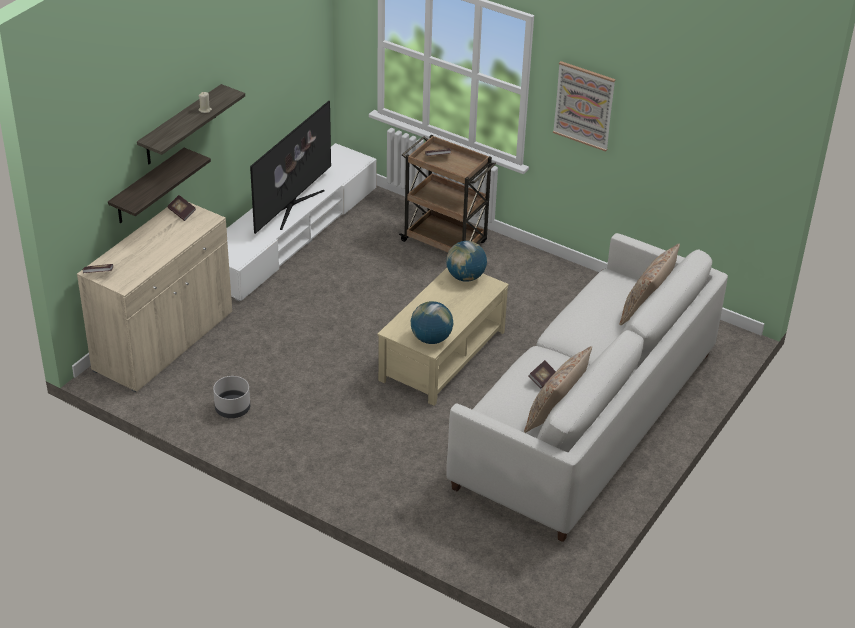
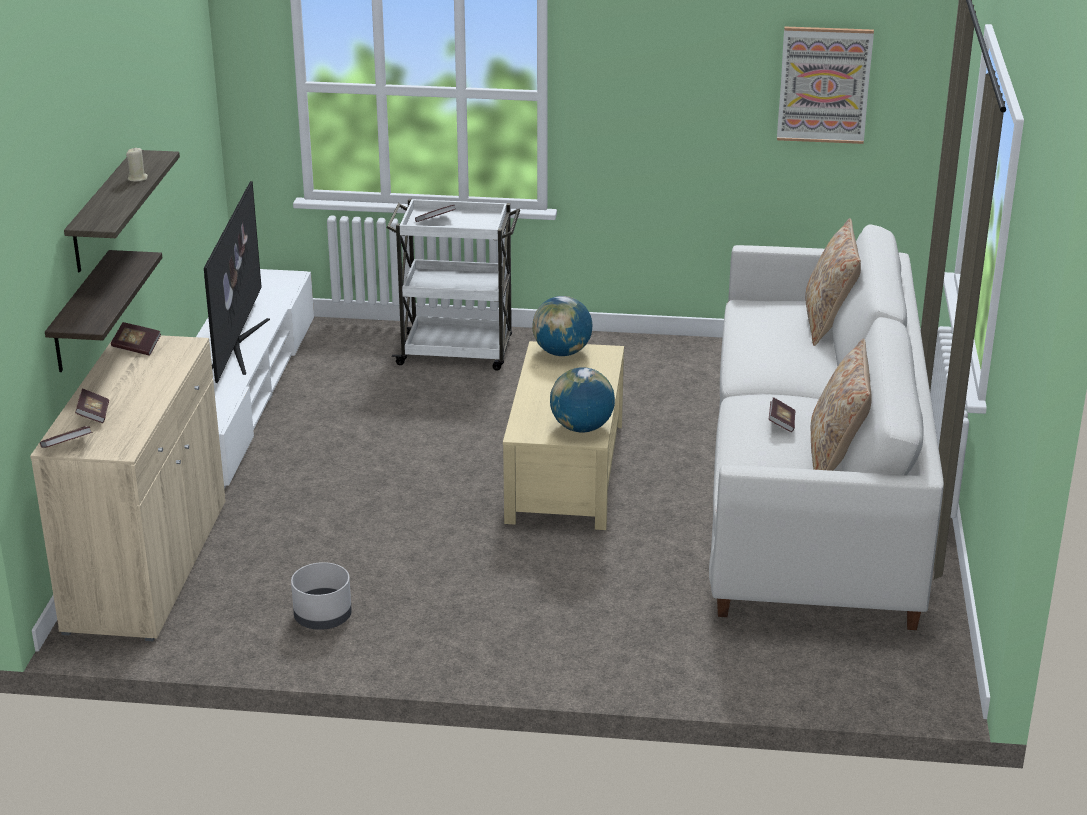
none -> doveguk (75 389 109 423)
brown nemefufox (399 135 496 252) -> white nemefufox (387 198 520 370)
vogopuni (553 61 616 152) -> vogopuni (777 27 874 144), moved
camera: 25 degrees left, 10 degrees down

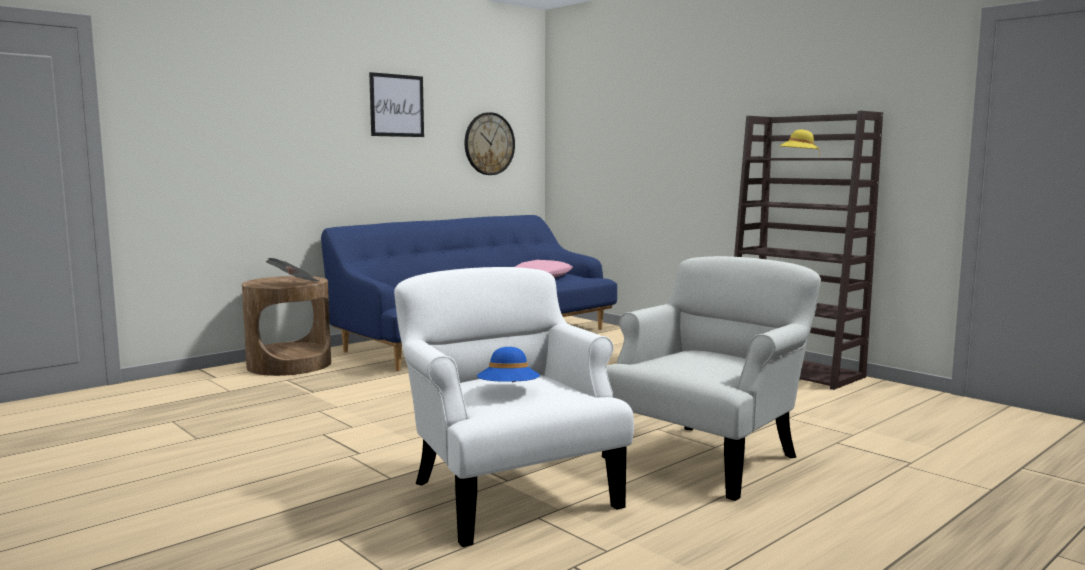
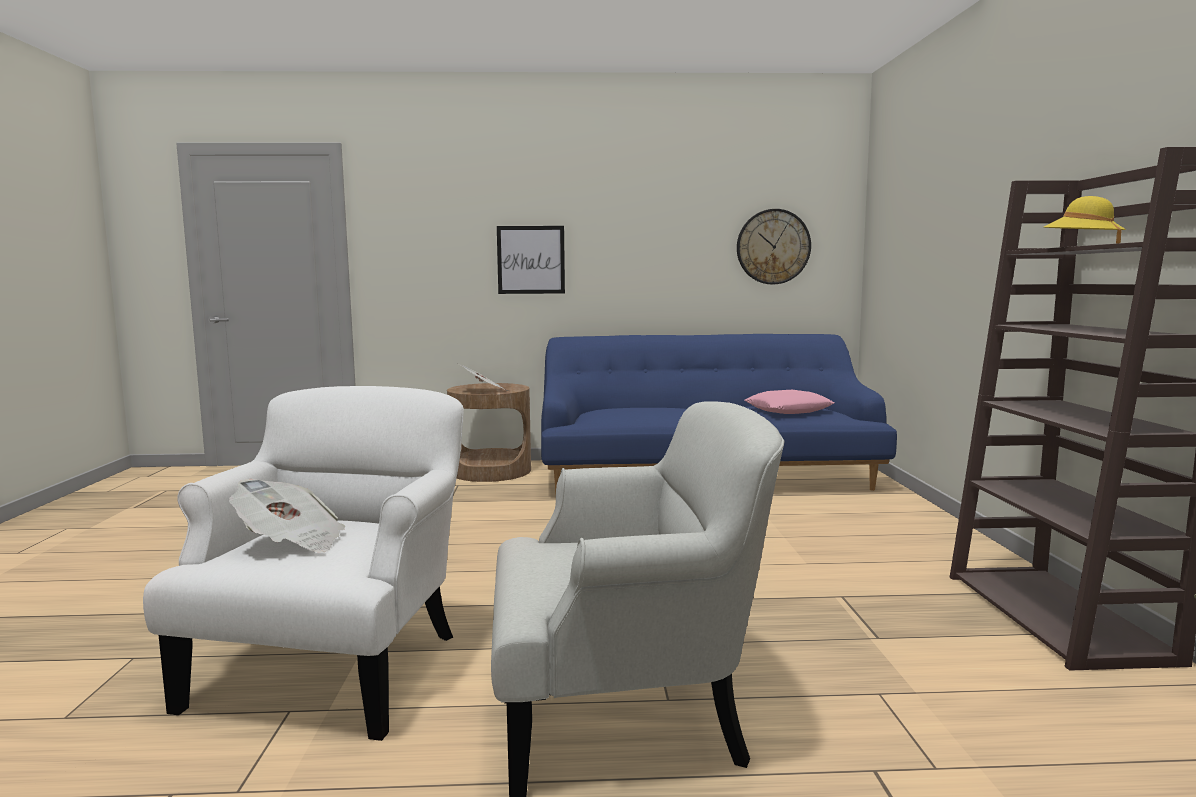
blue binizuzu (477 347 540 383) -> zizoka (229 479 346 552)
vogopuni (369 72 424 137) -> vogopuni (497 226 565 294), moved
camera: 40 degrees right, 0 degrees up

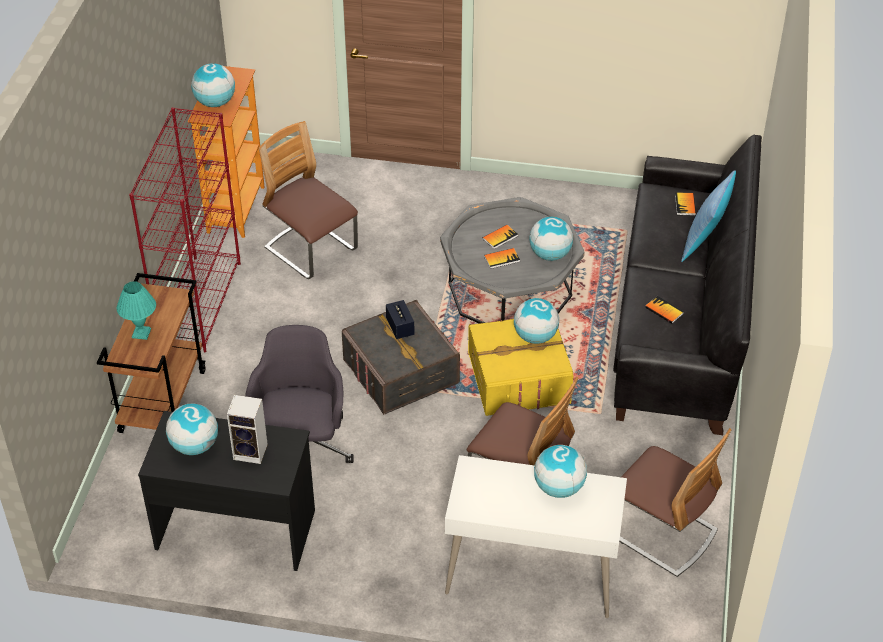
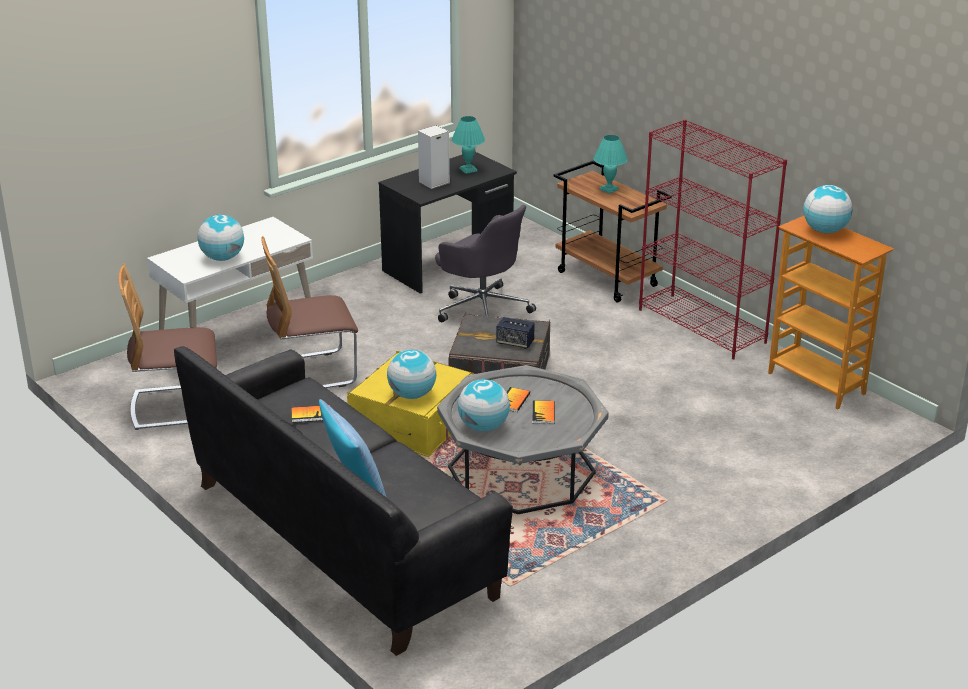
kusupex (166 403 218 455) -> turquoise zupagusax (452 116 485 174)
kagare (259 121 358 279) -> none
doveguk (675 192 696 216) -> none
camera: 130 degrees right, 15 degrees down

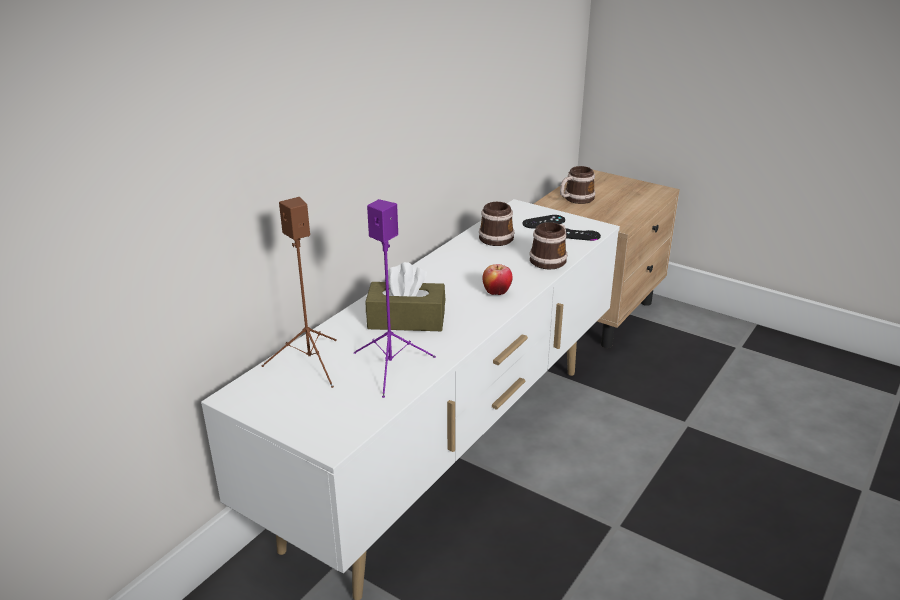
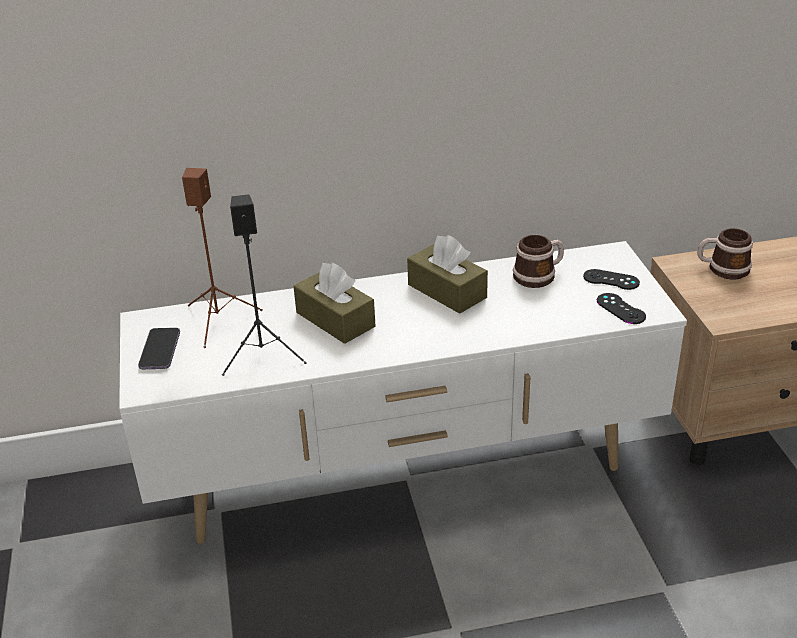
none -> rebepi (138 328 180 369)
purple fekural (354 199 436 398) -> black fekural (222 194 307 376)
none -> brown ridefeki (407 235 488 314)
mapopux (483 264 513 295) -> none
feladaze (529 222 567 269) -> none
camera: 45 degrees right, 5 degrees up

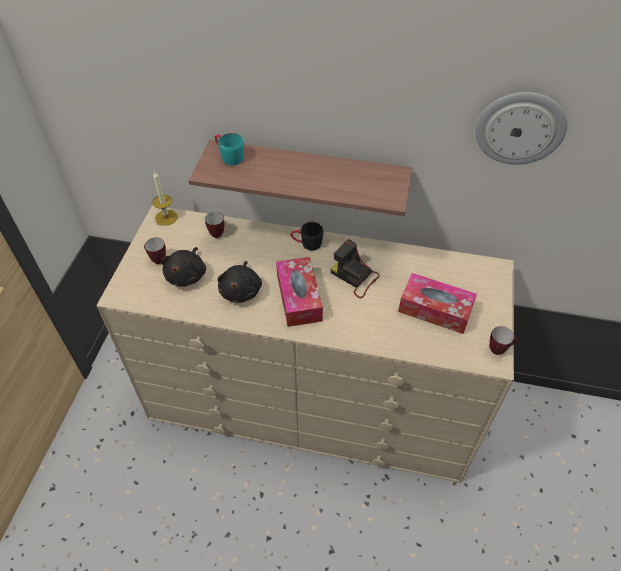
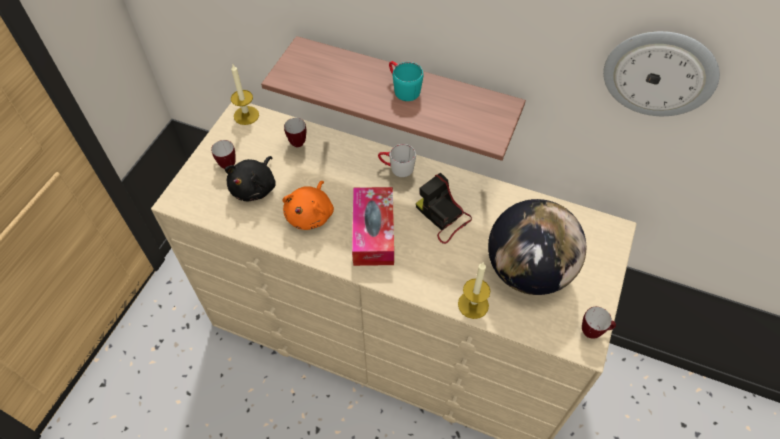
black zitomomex (218 261 262 303) -> orange zitomomex (283 181 334 230)
black feladaze (290 222 324 250) -> white feladaze (378 144 416 177)
turquoise feladaze (215 133 244 165) -> turquoise feladaze (389 61 423 101), moved
none -> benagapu (458 262 490 319)
ridefeki (398 273 477 334) -> kusupex (488 199 586 295)
camera: 10 degrees right, 5 degrees up

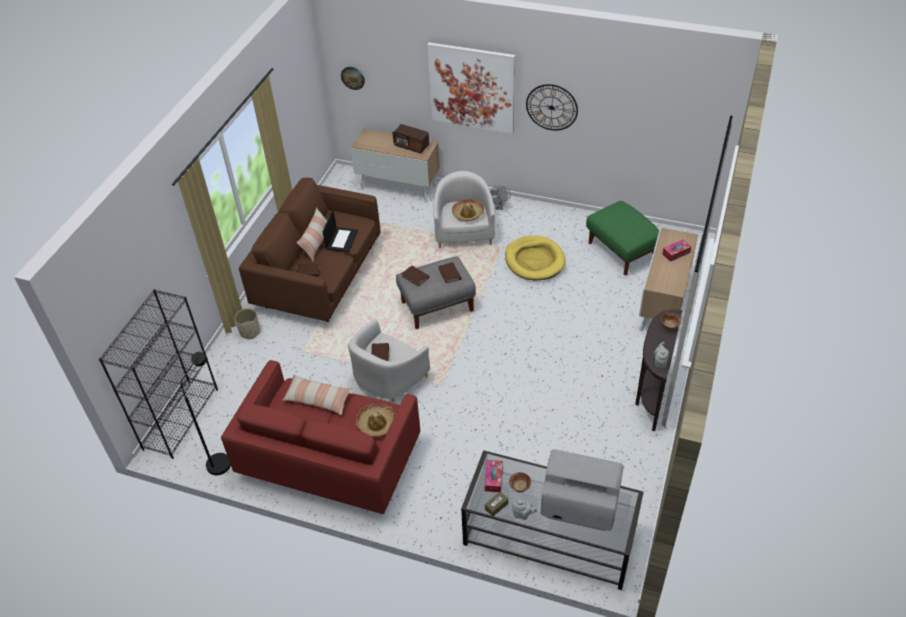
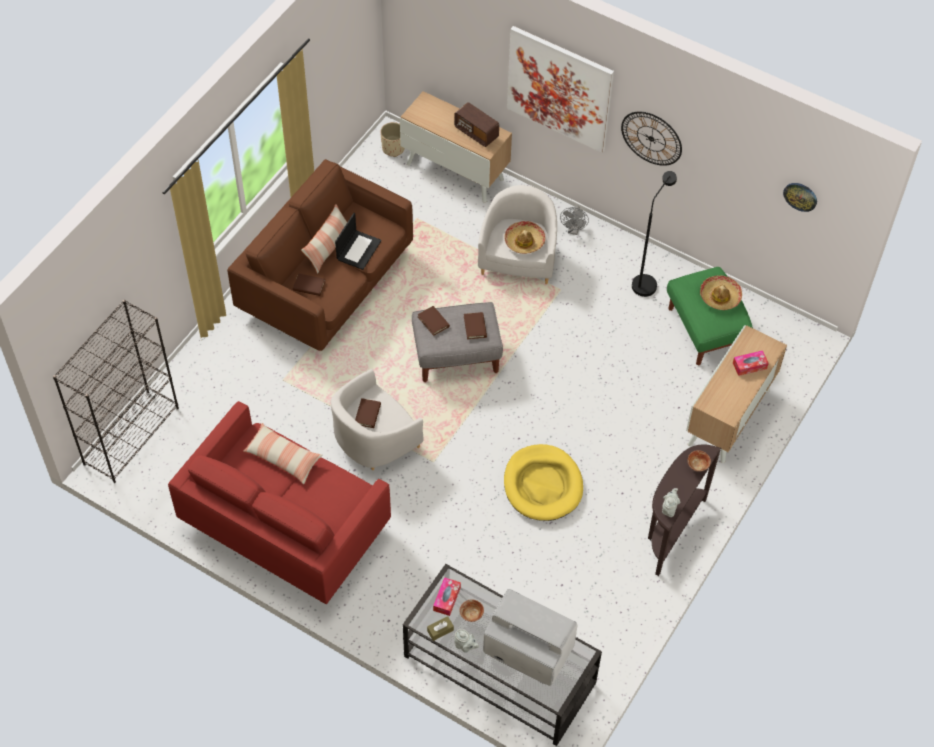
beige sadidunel (234 308 260 339) -> beige sadidunel (380 122 405 157), moved
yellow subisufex (505 236 566 280) -> yellow subisufex (504 444 583 521), moved
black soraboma (180 352 231 475) -> black soraboma (632 171 677 297), moved
binizuzu (356 403 396 436) -> binizuzu (700 275 742 310), moved
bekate (341 67 365 90) -> bekate (783 183 817 212), moved
camera: 10 degrees right, 10 degrees up

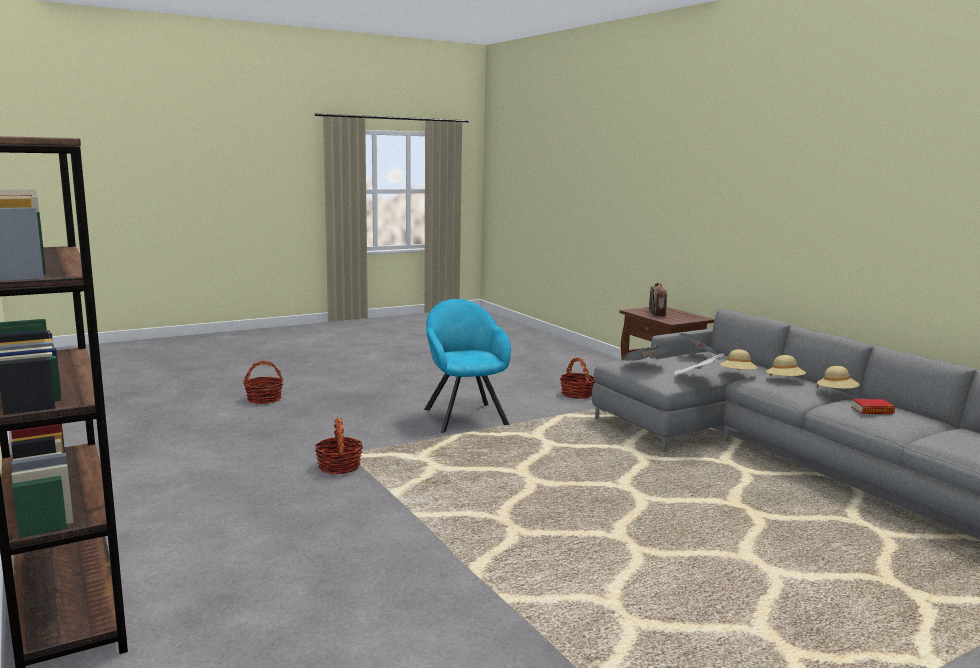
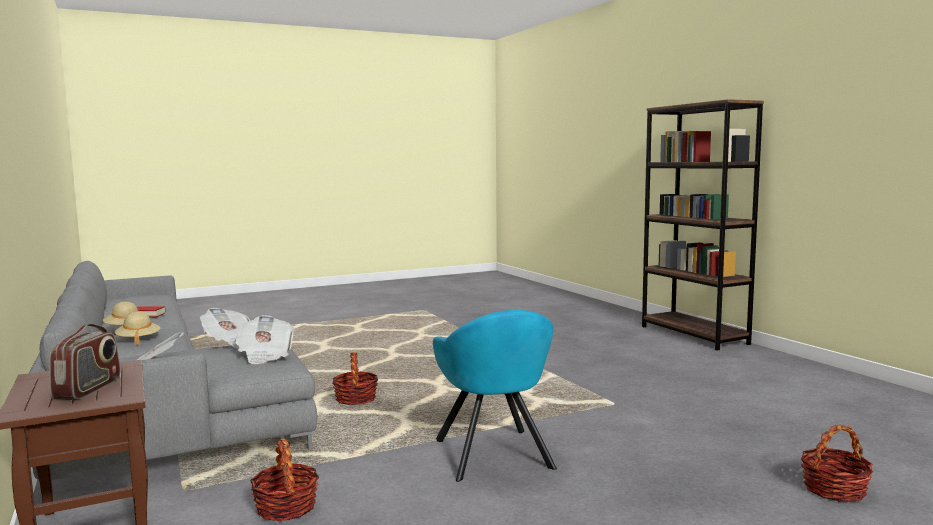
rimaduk (315 418 363 474) -> rimaduk (333 352 378 405), moved
beige binizuzu (720 349 758 370) -> none
camera: 175 degrees left, 5 degrees down

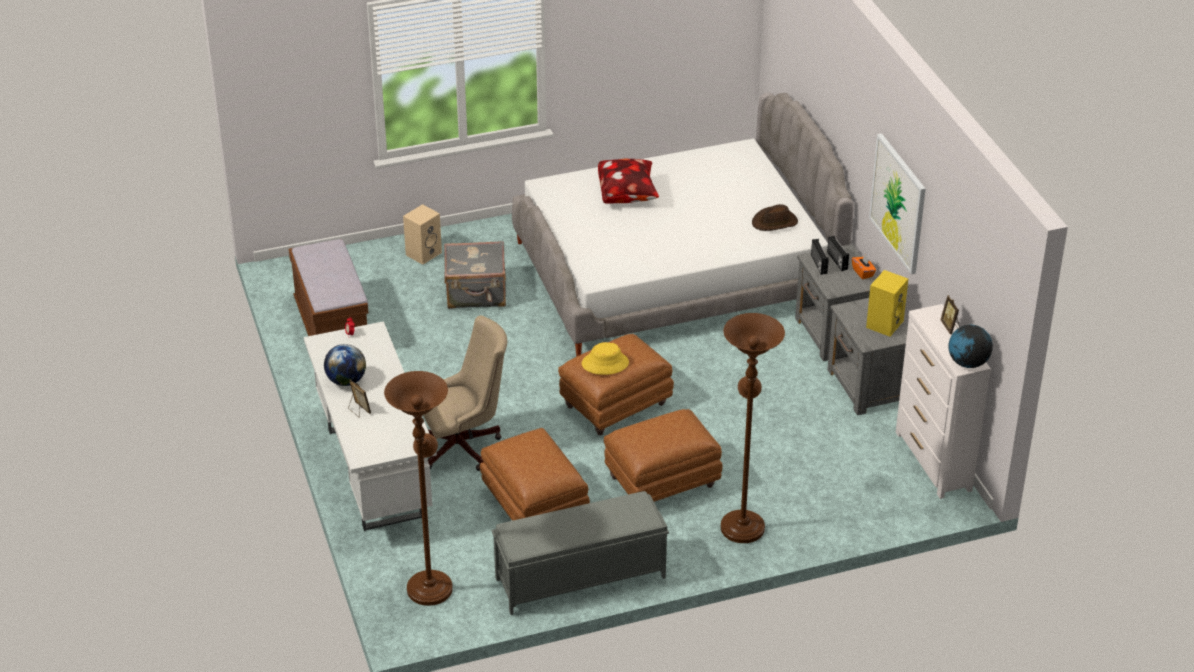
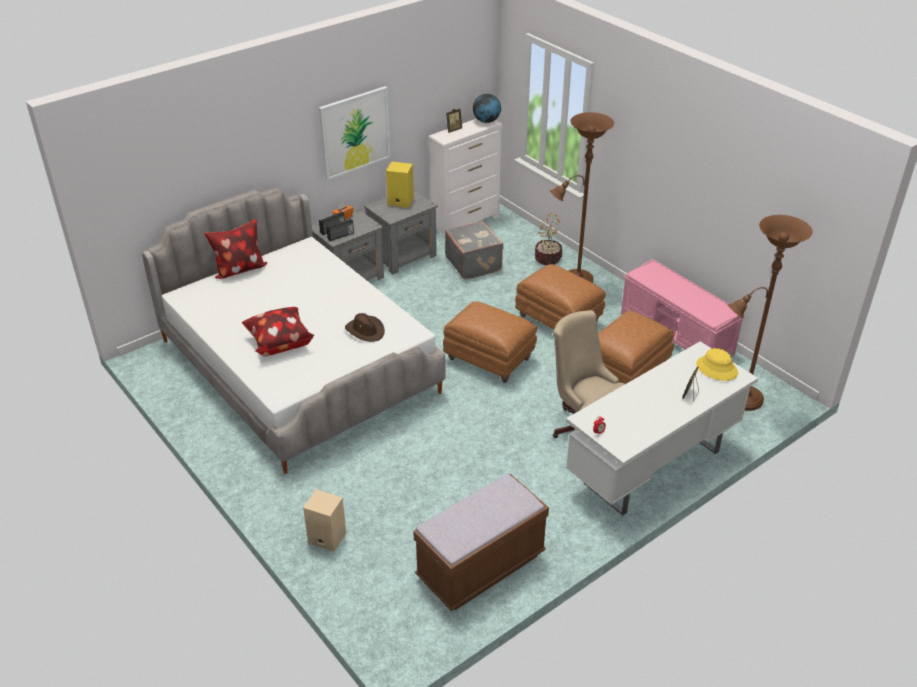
none -> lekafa (204 219 267 279)
brown binizuzu (752 204 798 231) -> brown binizuzu (345 313 385 342), moved
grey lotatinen (444 241 506 309) -> grey lotatinen (445 221 504 280), moved
none -> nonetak (535 213 562 265)
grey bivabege (492 491 669 615) -> pink bivabege (621 259 745 357)
yellow binizuzu (582 342 629 375) -> yellow binizuzu (696 348 738 381), moved
kusupex (324 344 366 386) -> none
camera: 110 degrees left, 0 degrees up

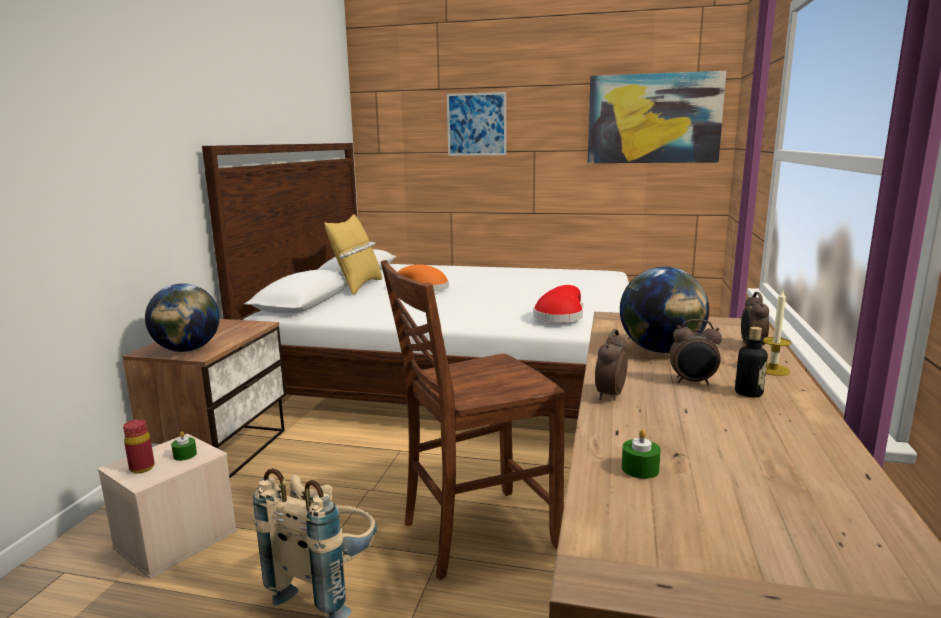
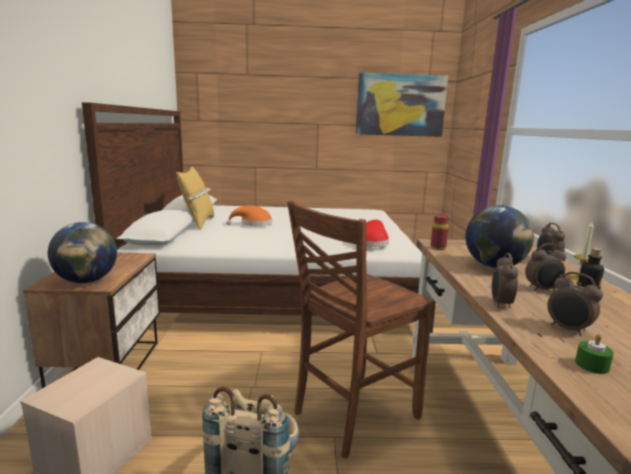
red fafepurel (123 419 155 474) -> red fafepurel (431 215 449 250), moved
none -> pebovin (547 272 603 336)
green benagapu (171 431 197 461) -> none
vogopuni (447 92 506 156) -> none
camera: 15 degrees left, 0 degrees up

